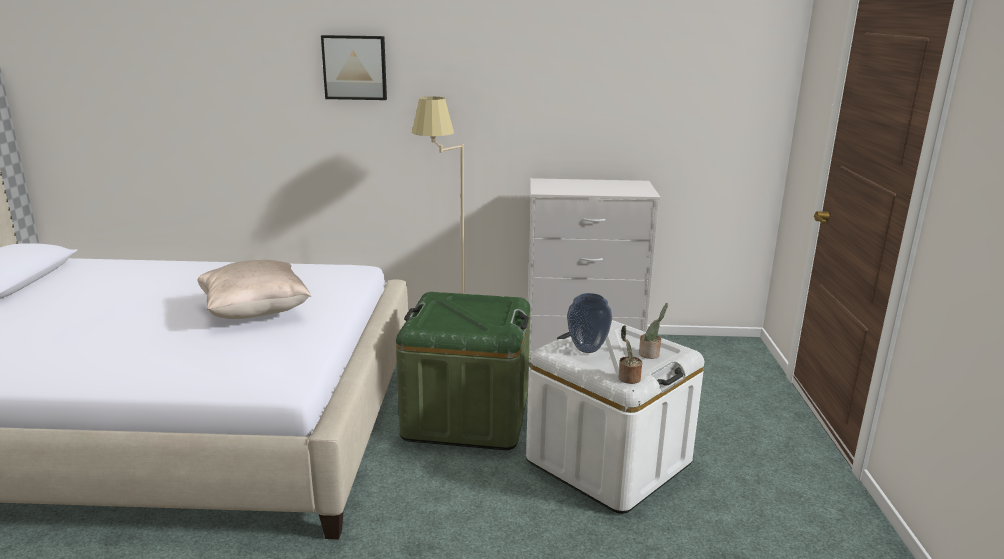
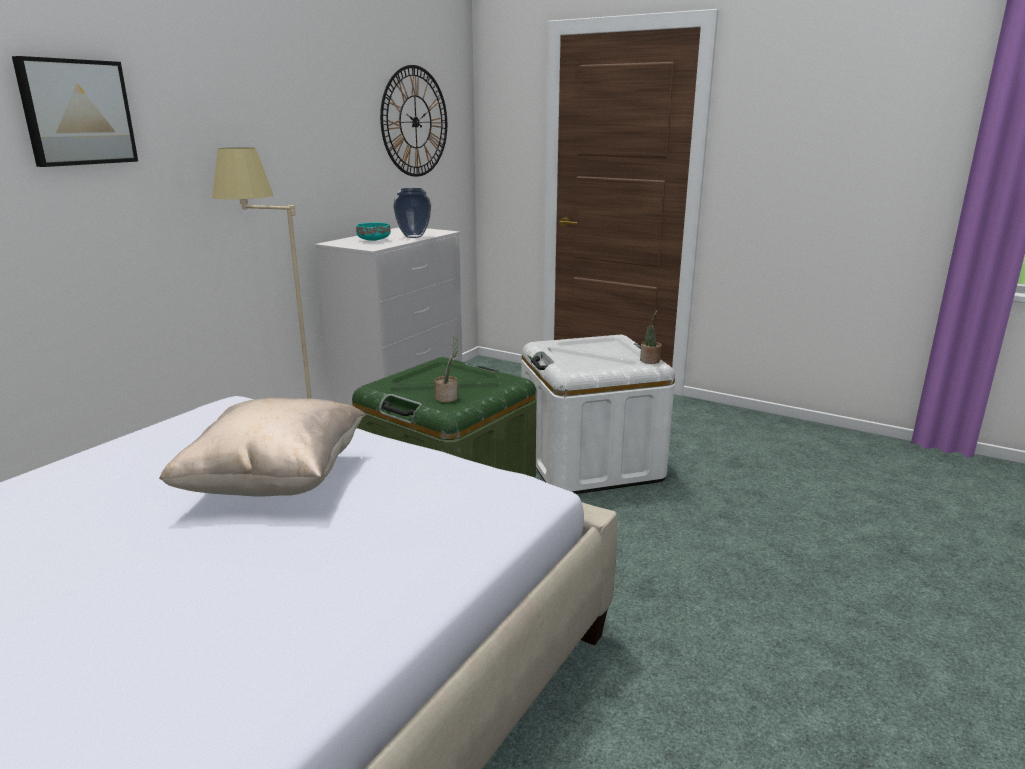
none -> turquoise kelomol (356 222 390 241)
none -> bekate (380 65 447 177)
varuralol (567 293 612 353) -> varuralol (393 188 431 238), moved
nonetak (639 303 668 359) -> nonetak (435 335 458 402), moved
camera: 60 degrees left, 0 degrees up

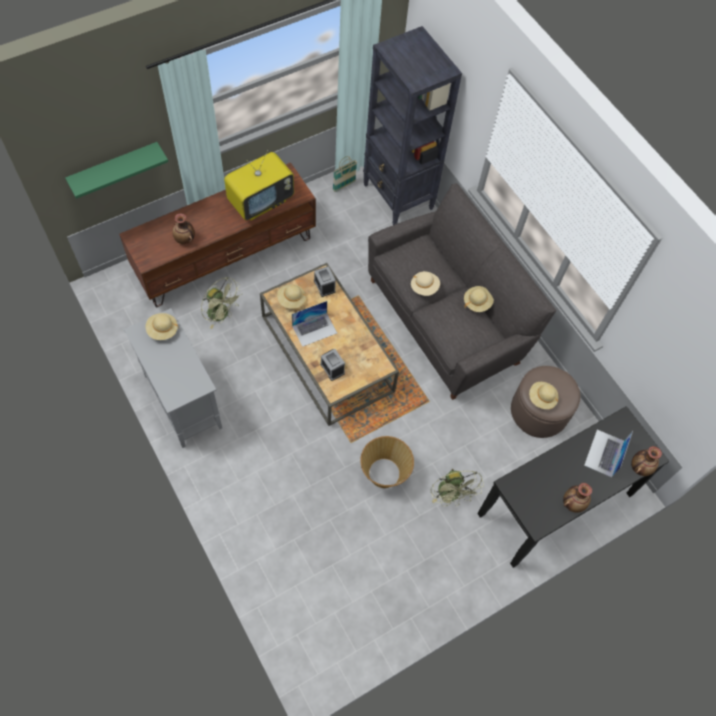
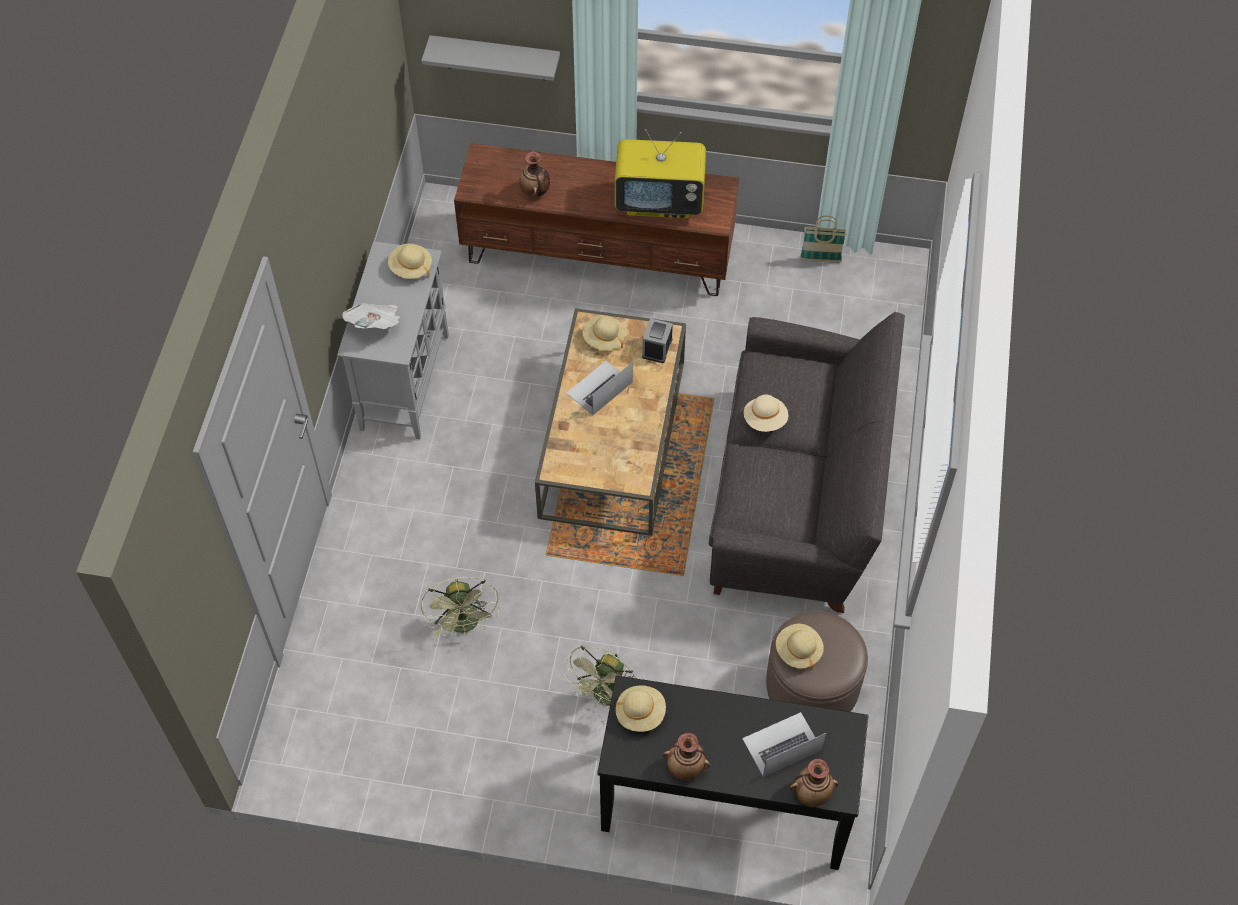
none -> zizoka (342 303 400 329)
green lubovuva (65 142 168 199) -> grey lubovuva (421 35 560 81)
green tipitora (201 277 242 329) -> green tipitora (421 577 499 637), moved
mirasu (292 301 337 347) -> mirasu (566 361 633 415), 120 degrees clockwise
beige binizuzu (464 286 494 312) -> beige binizuzu (615 686 666 732), moved
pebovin (320 349 345 381) -> none
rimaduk (360 436 414 488) -> none
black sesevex (363 26 462 225) -> none
camera: 45 degrees right, 5 degrees down

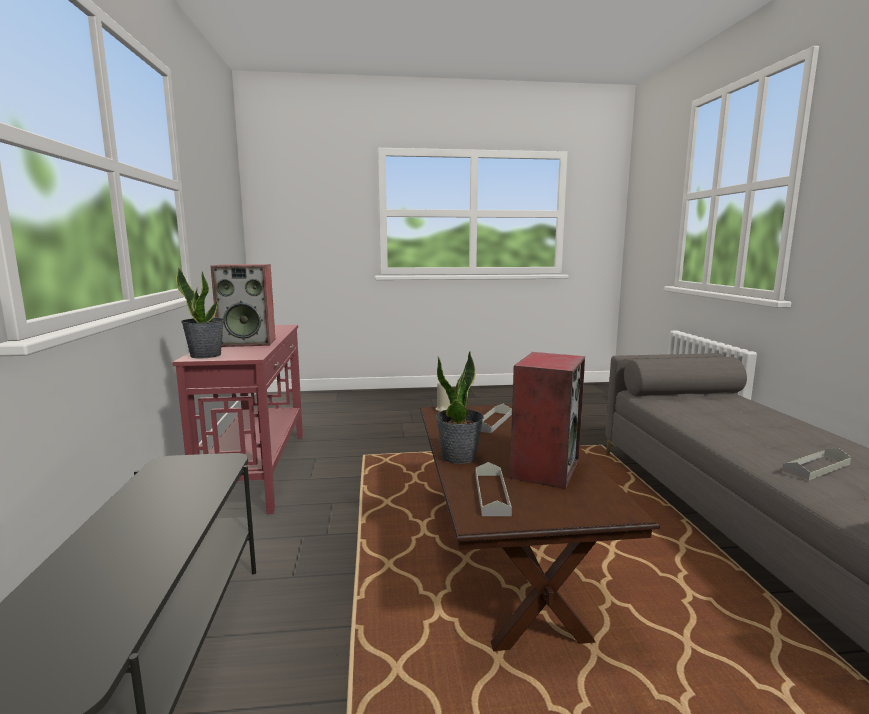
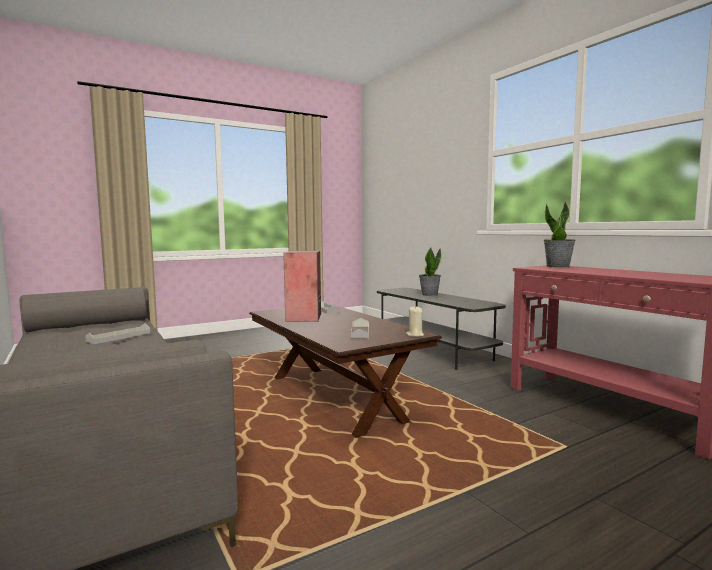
nonetak (436 351 484 464) -> nonetak (419 248 441 296), moved
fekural (211 264 275 347) -> none
camera: 155 degrees right, 5 degrees down

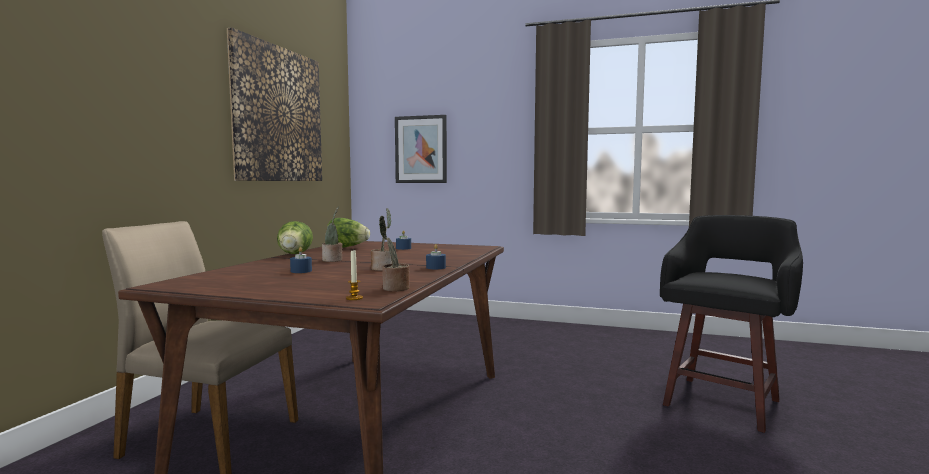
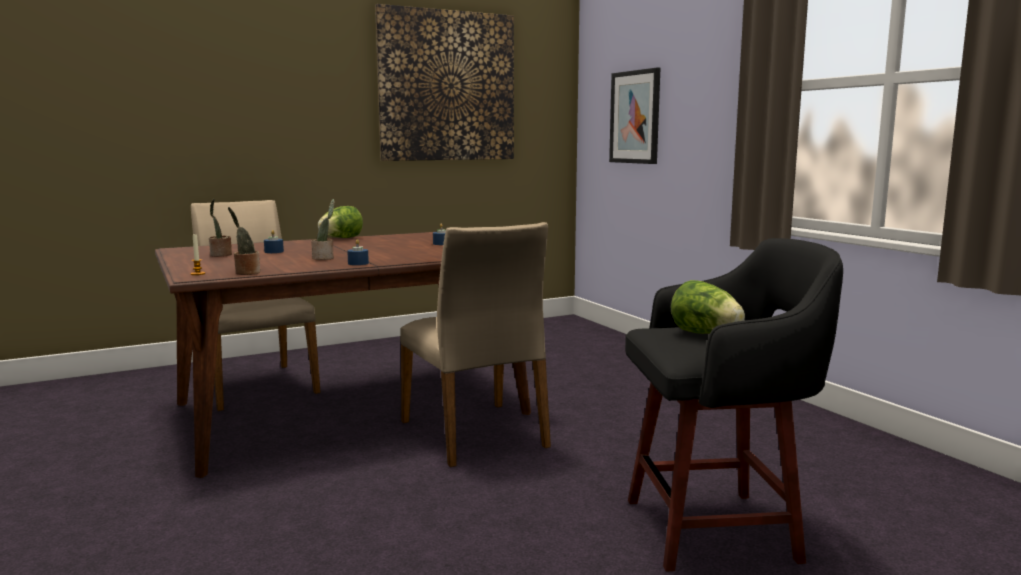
nonetak (322 207 342 262) -> nonetak (209 199 232 256), moved
none -> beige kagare (400 222 551 467)
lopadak (327 218 370 248) -> lopadak (671 280 745 334), moved
camera: 45 degrees right, 5 degrees up

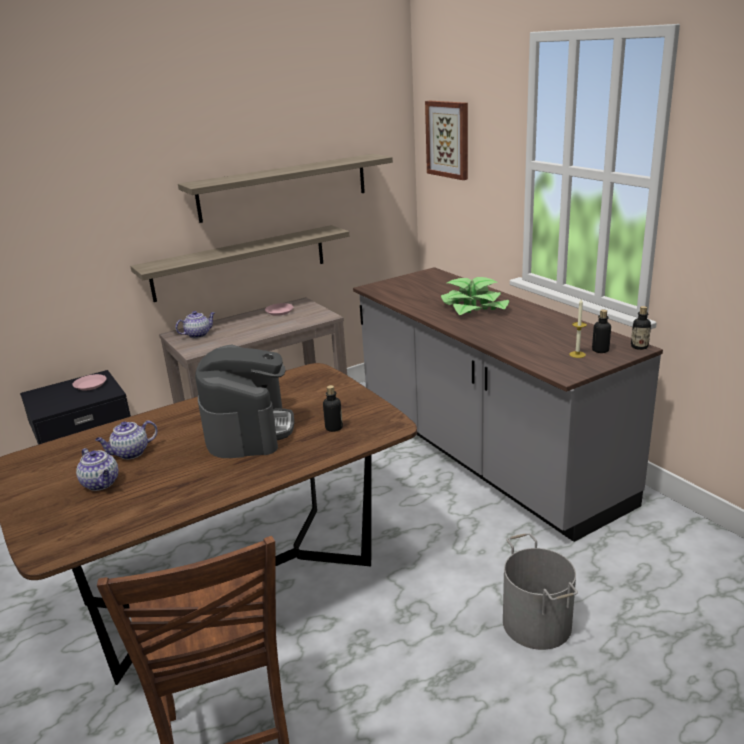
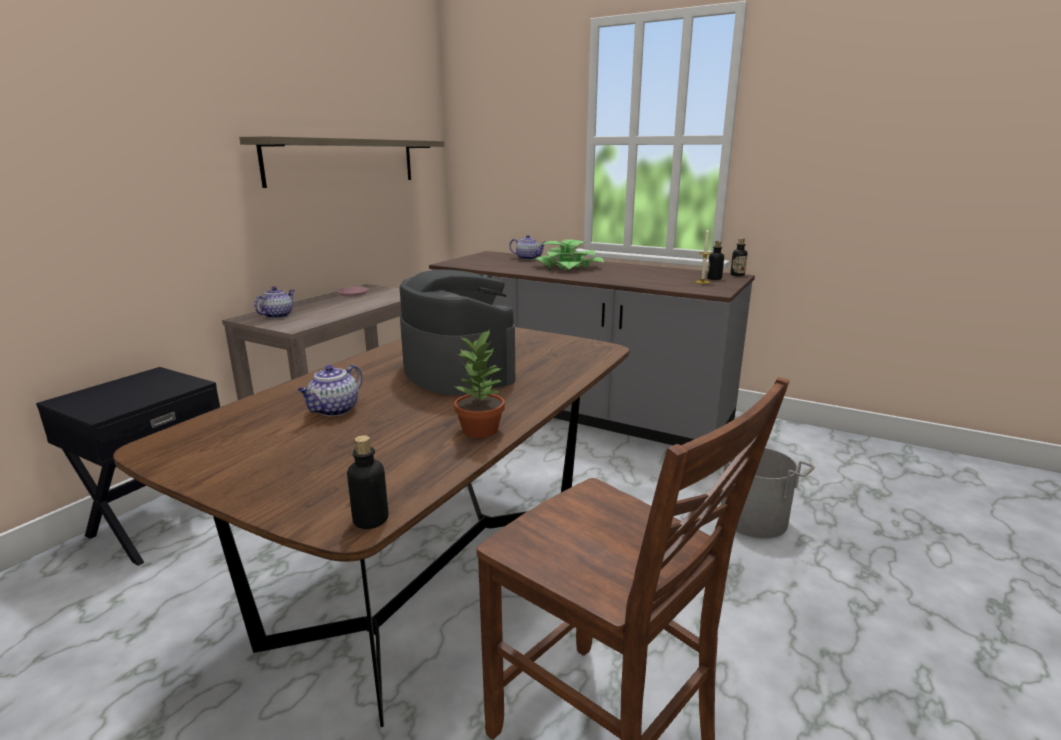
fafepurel (323 385 343 432) -> fafepurel (347 435 389 529), moved
none -> nonetak (454 329 505 438)
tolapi (76 448 118 491) -> tolapi (509 235 544 260), moved
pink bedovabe (73 374 106 390) -> none
lubovuva (130 225 349 302) -> none
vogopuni (425 101 468 180) -> none
camera: 30 degrees left, 5 degrees down

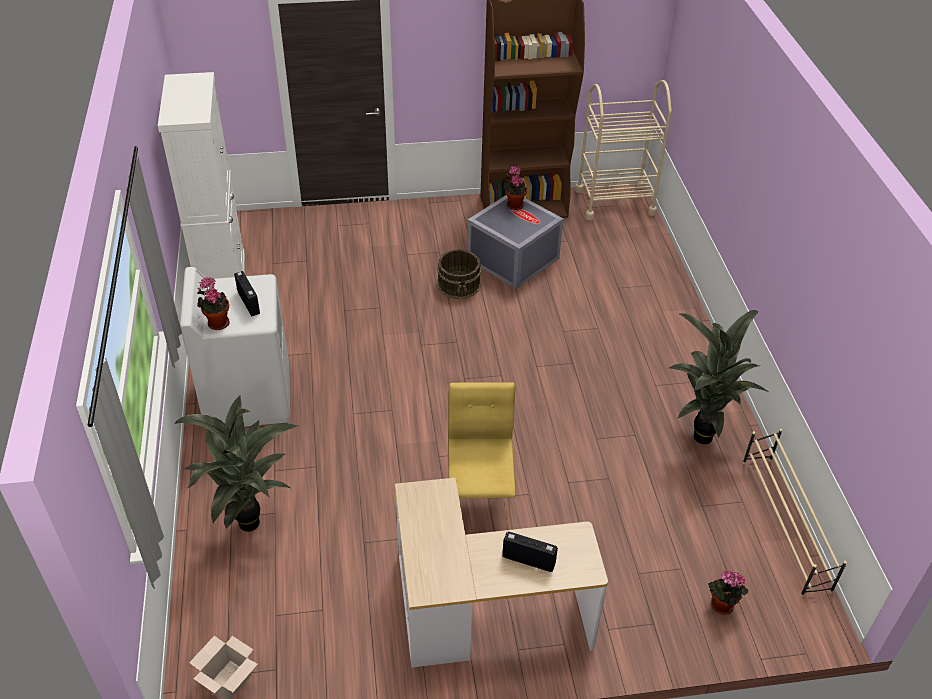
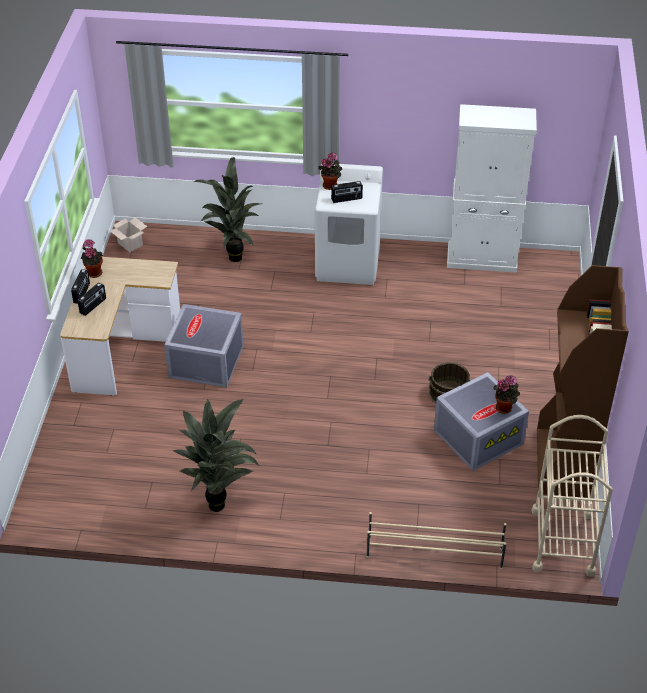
none -> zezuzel (71 269 90 304)
nonetak (708 571 748 615) -> nonetak (81 239 103 278), moved
yellow kagare (448 382 516 530) -> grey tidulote (164 304 243 388)
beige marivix (743 429 847 597) -> beige marivix (366 512 506 569), moved
camera: 105 degrees right, 0 degrees up

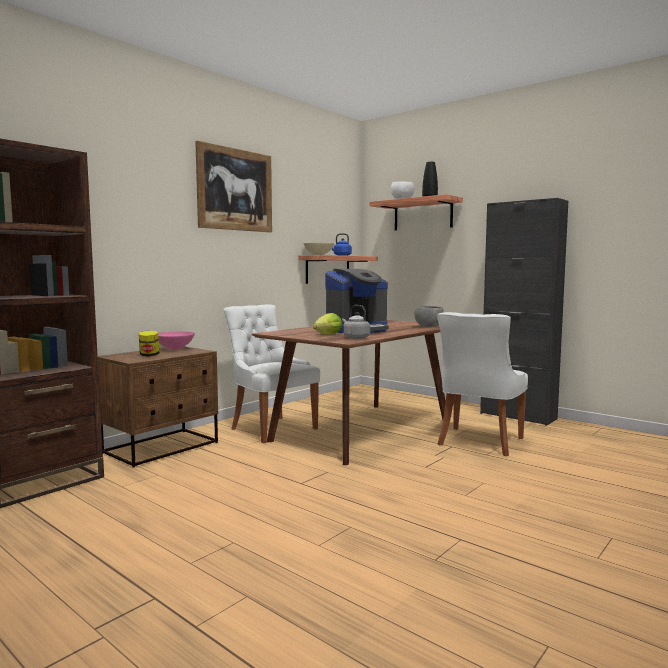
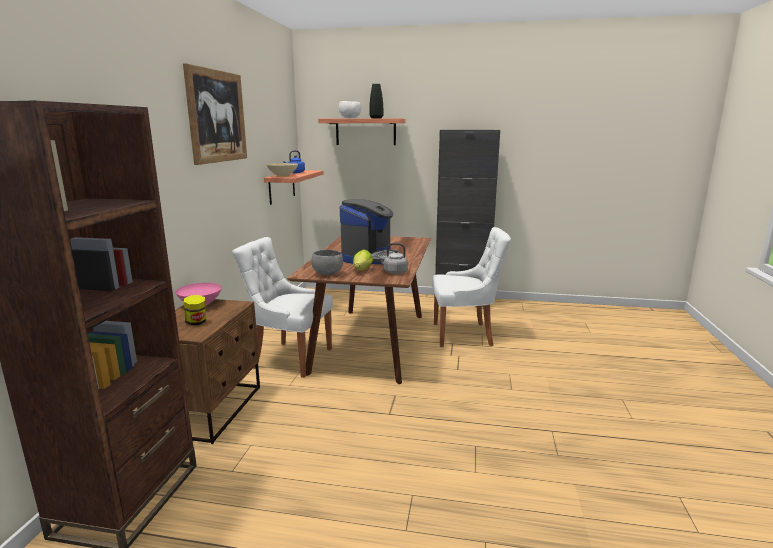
grey kelomol (414 306 444 327) -> grey kelomol (311 250 343 275), moved
white kagare (437 312 528 456) -> white kagare (432 227 511 347), 90 degrees counterclockwise
camera: 30 degrees left, 10 degrees up

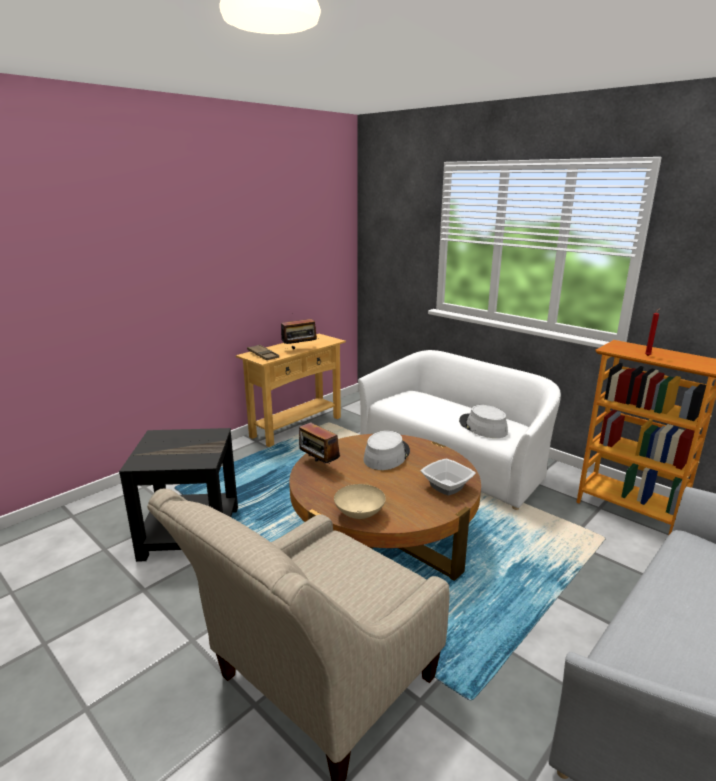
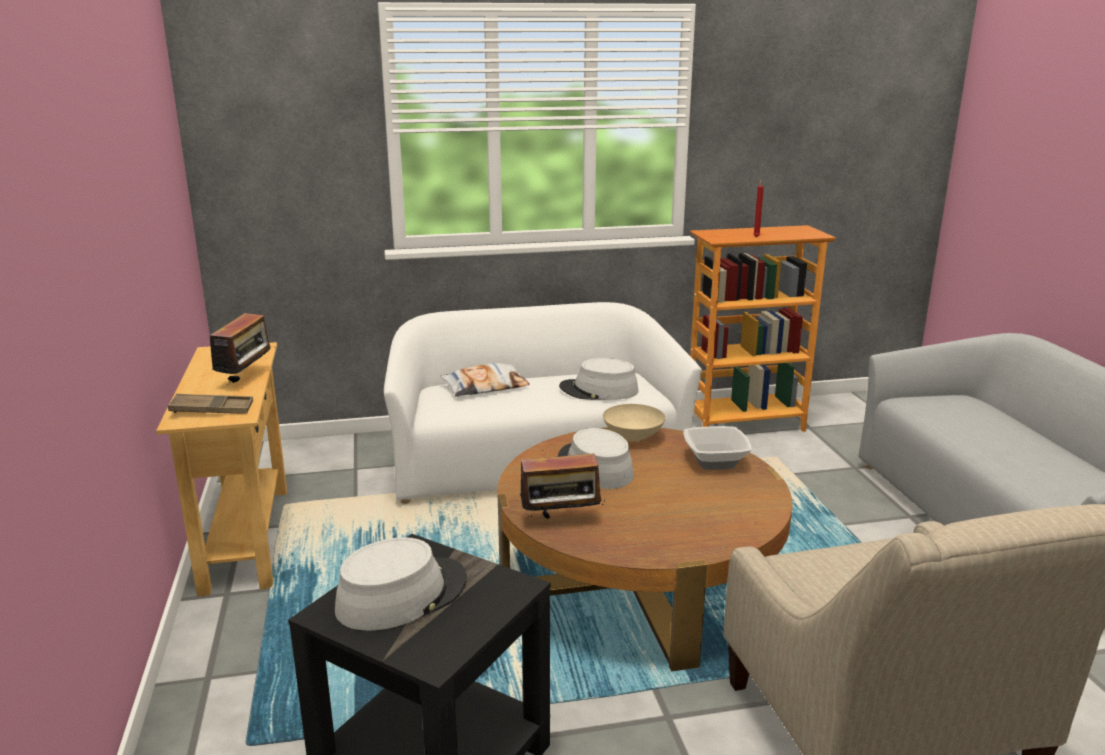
none -> grey binizuzu (335 537 467 631)
none -> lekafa (440 363 530 397)
beige kelomol (334 484 386 519) -> beige kelomol (603 404 665 442), moved
camera: 55 degrees left, 0 degrees up

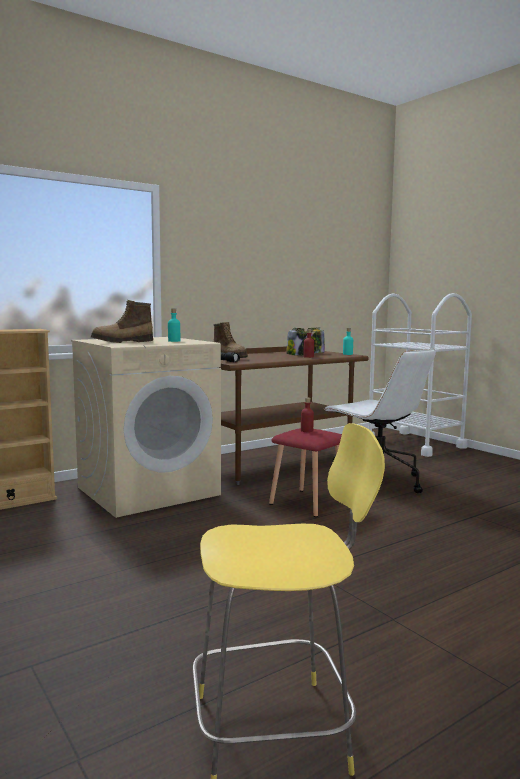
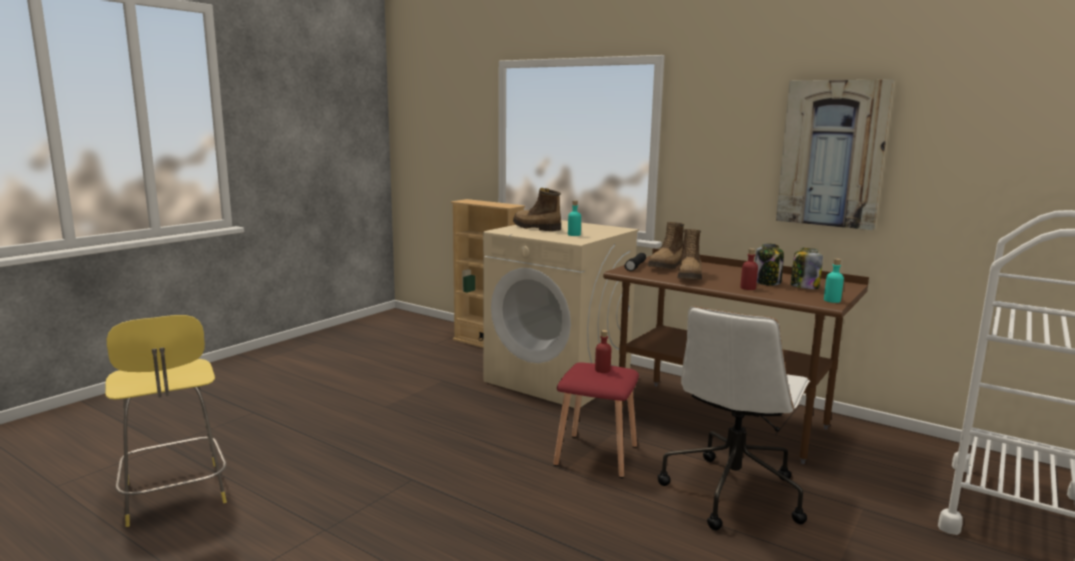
none -> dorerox (677 229 702 280)
none -> vogopuni (776 79 894 230)
camera: 70 degrees right, 5 degrees up

